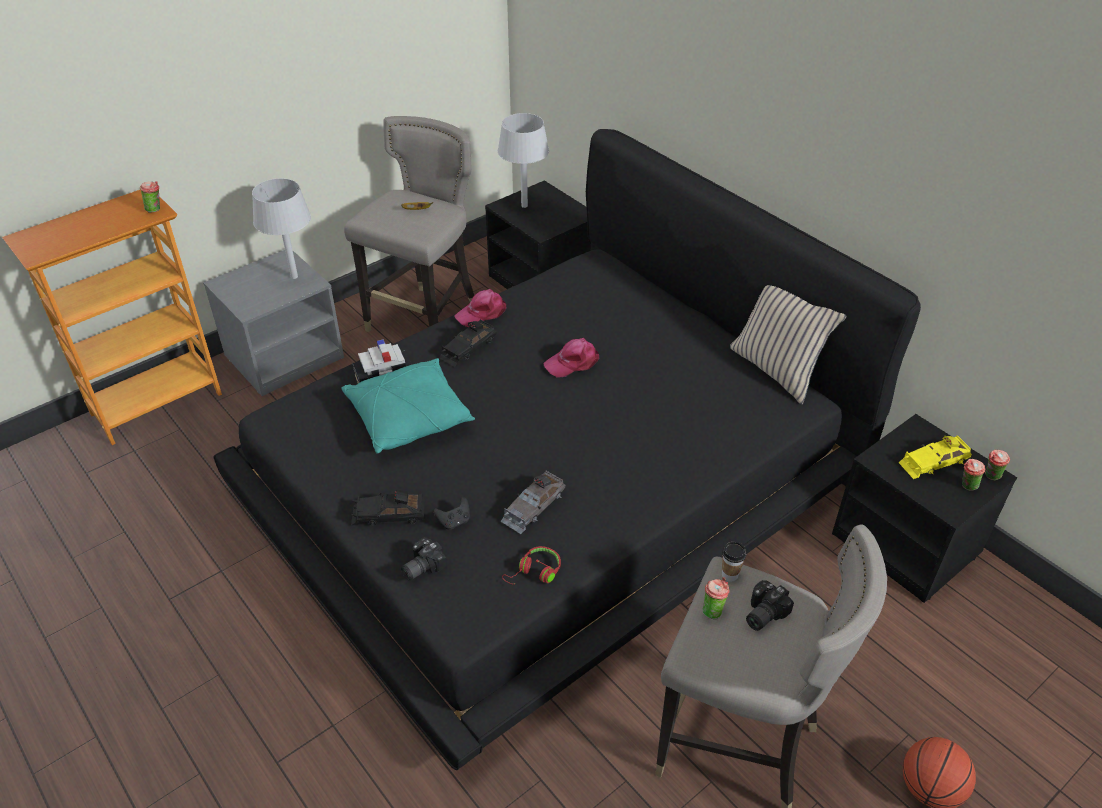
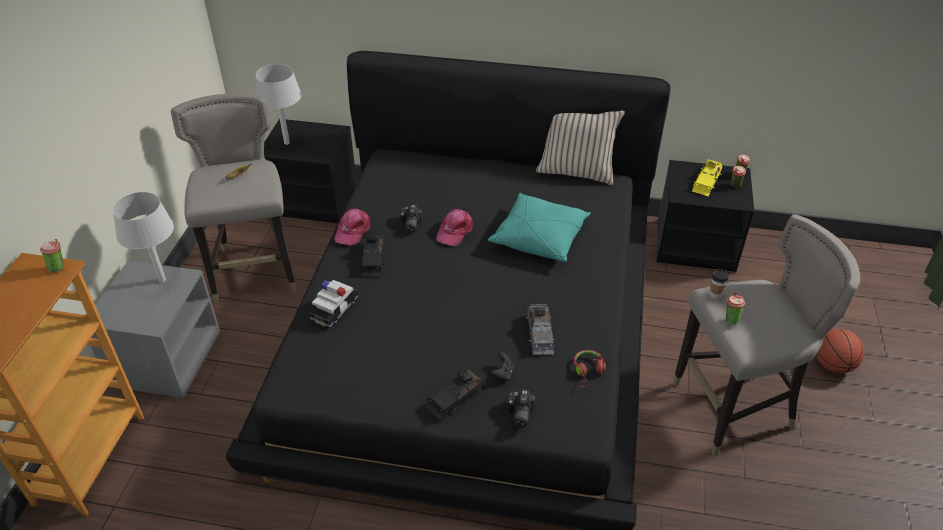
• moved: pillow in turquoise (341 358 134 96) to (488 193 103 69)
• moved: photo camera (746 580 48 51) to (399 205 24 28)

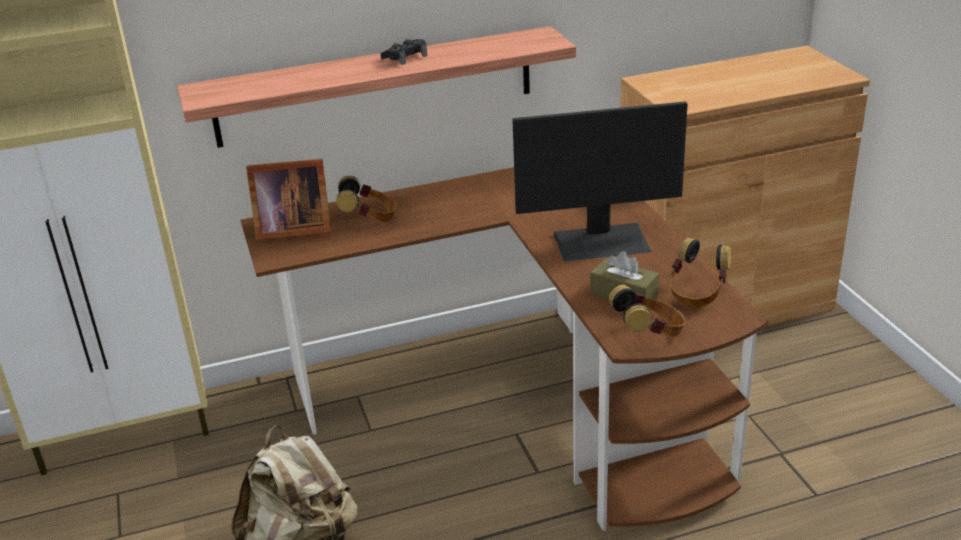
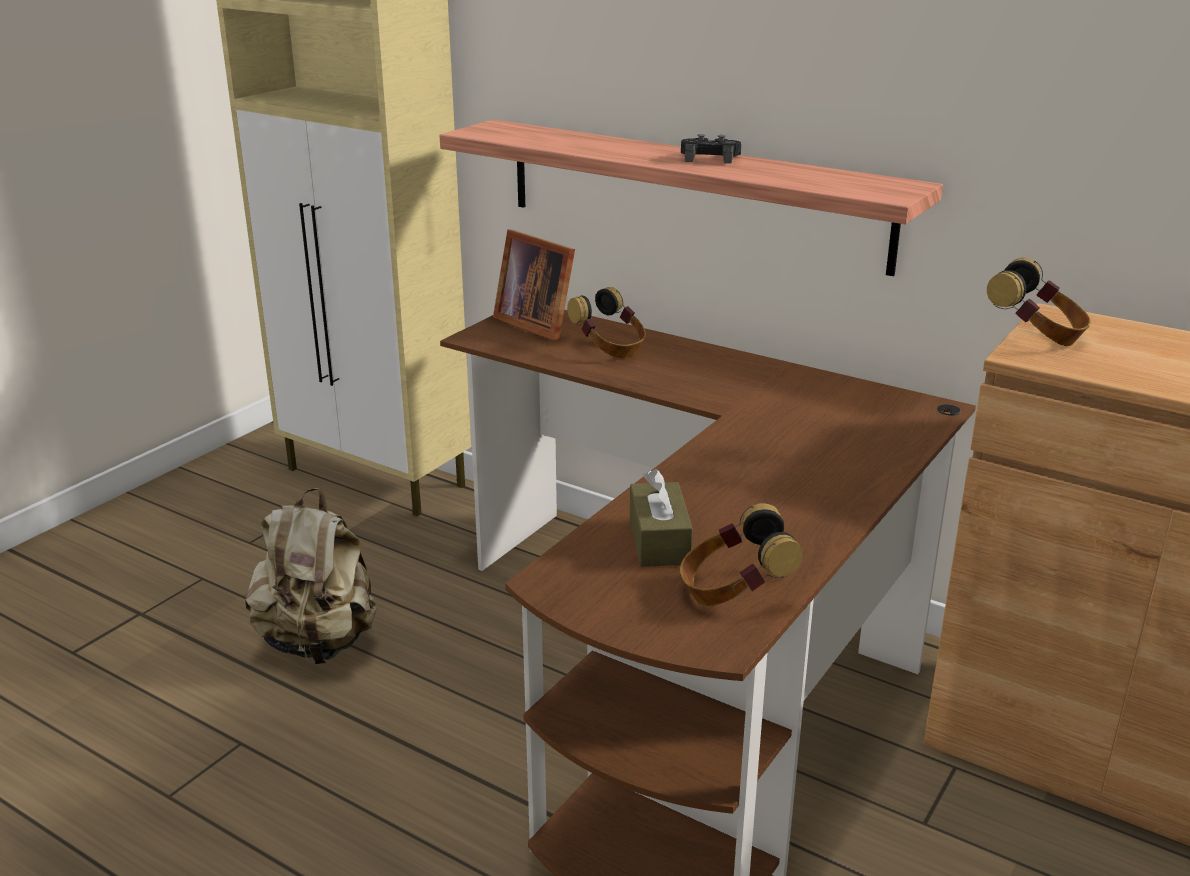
• removed: monitor (512 101 176 161)
• moved: headphones (609 285 76 52) to (987 258 104 88)

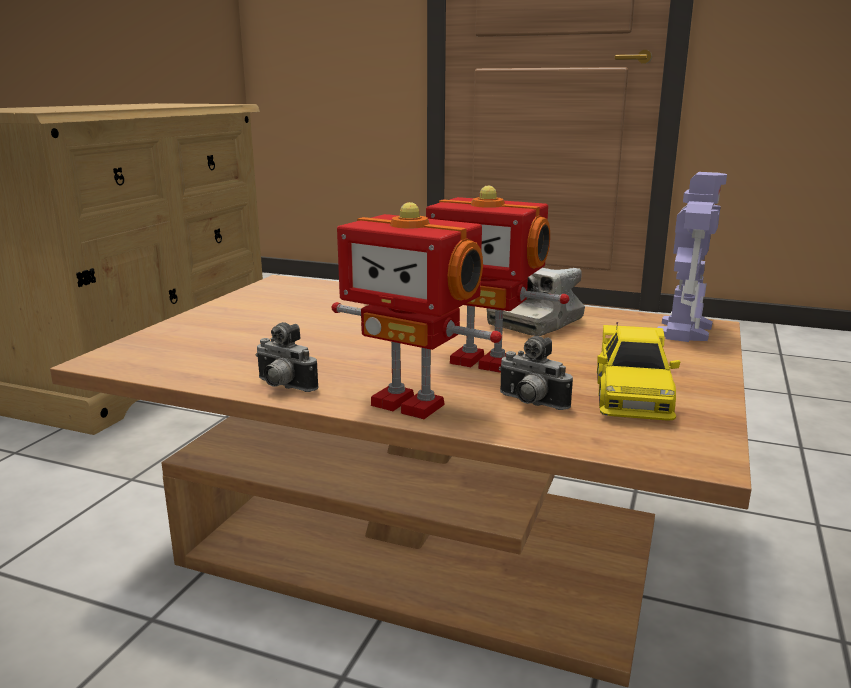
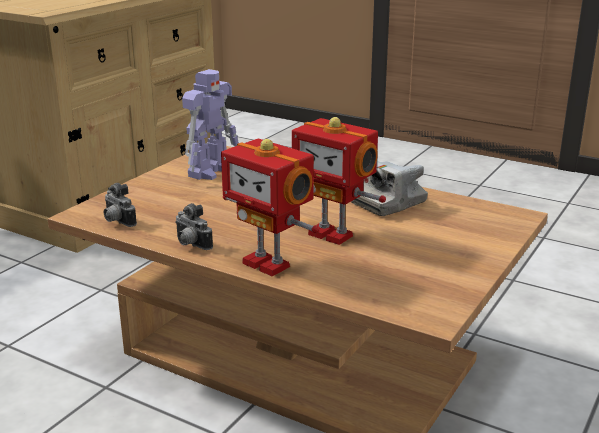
• moved: toy robot (657 172 70 170) to (182 69 57 111)
• removed: toy car in yellow (597 322 83 99)
• moved: photo camera (499 336 74 74) to (104 183 33 44)

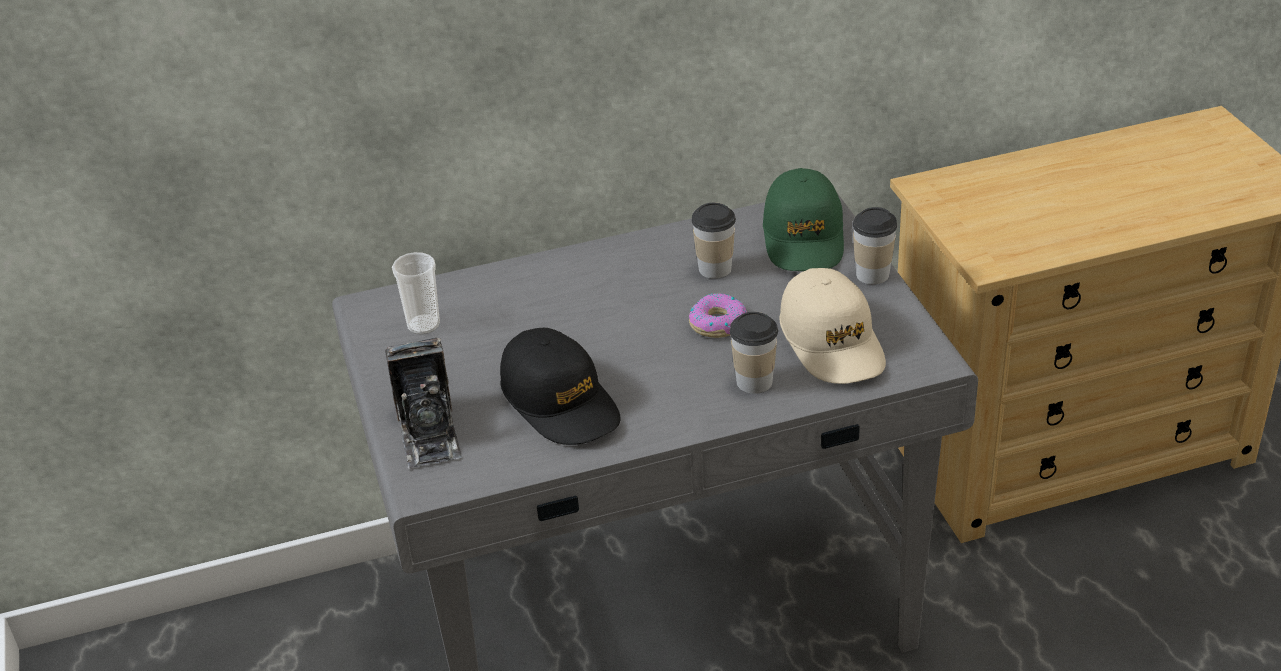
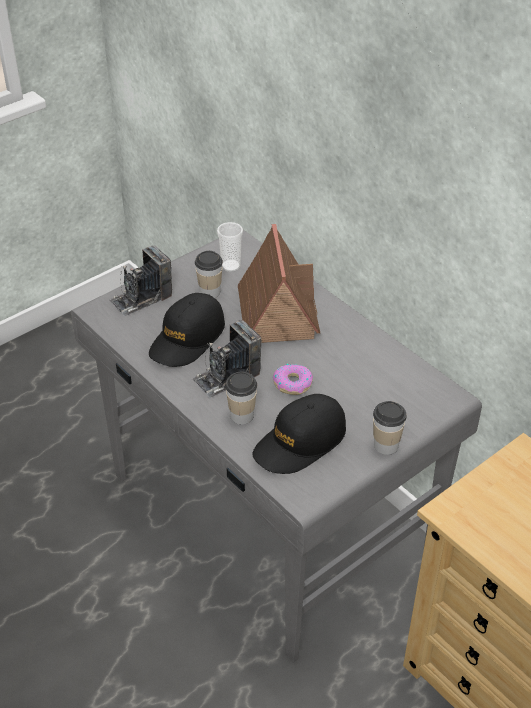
• removed: cap in green (763 168 81 103)
• moved: cup (692 203 44 76) to (195 251 28 47)
• recoloured: cap in beige (779 268 107 116) to cap in black (253 394 93 80)
• added: toy house (238 224 82 119)
• added: photo camera (192 320 70 77)

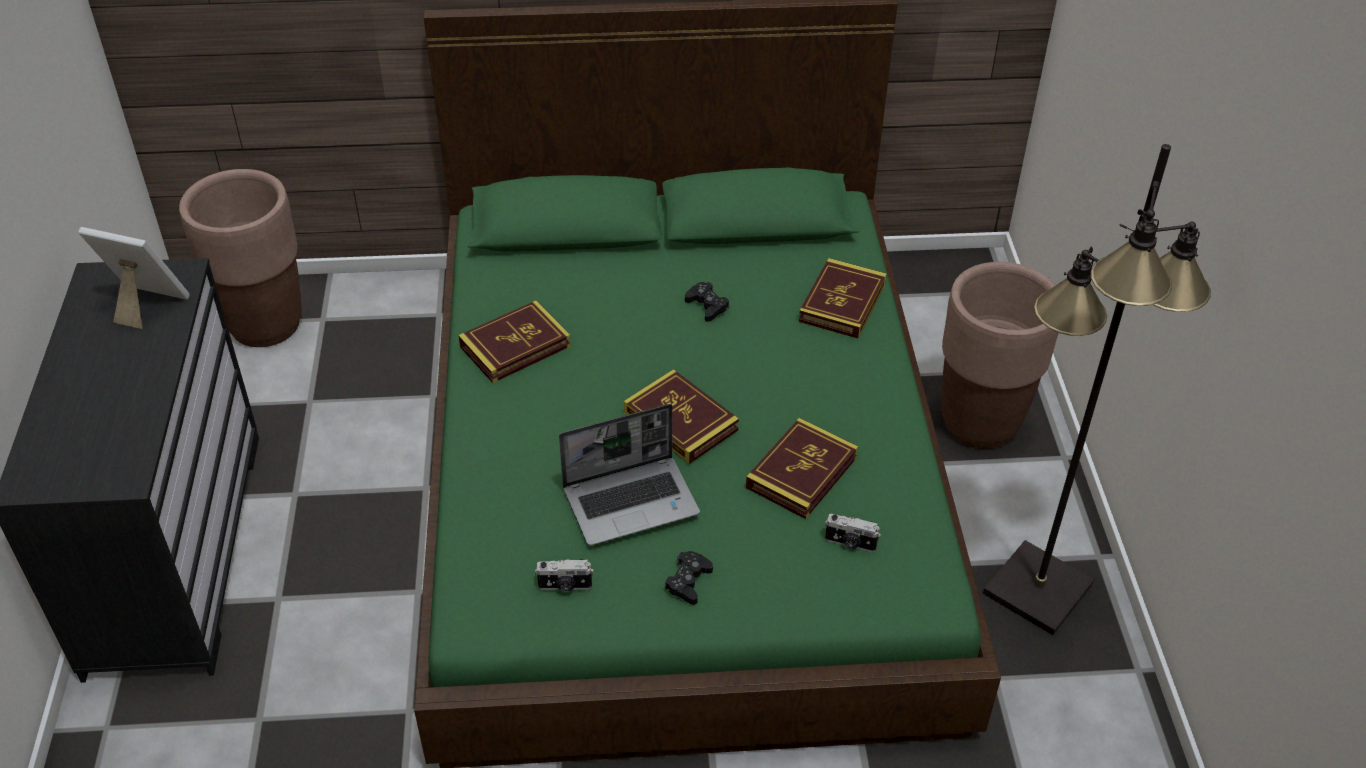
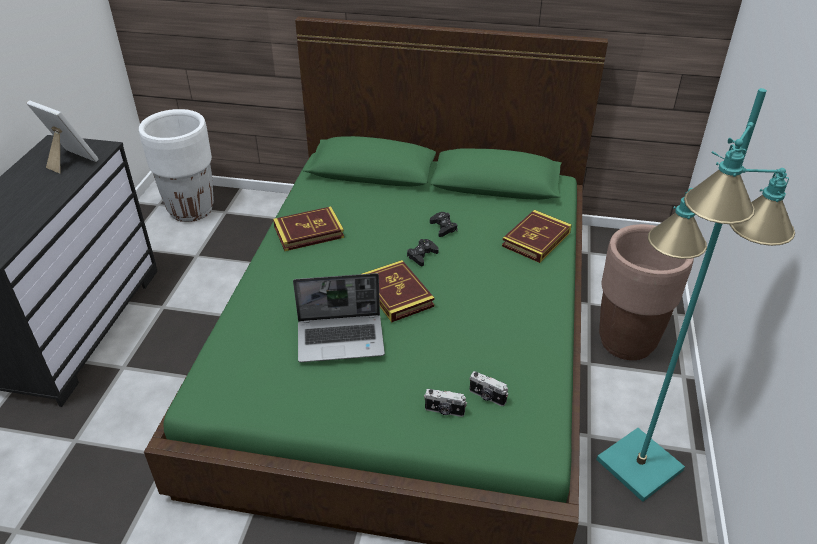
• recoloured: floor lamp in black (983 144 228 491) to floor lamp in turquoise (596 88 199 414)
• recoloured: planter in brown (179 169 123 178) to planter in white (139 109 75 113)
• removed: book (746 418 112 101)
• moved: game controller in black (665 551 48 54) to (407 239 31 27)
• moved: photo camera (535 559 59 33) to (424 389 43 28)

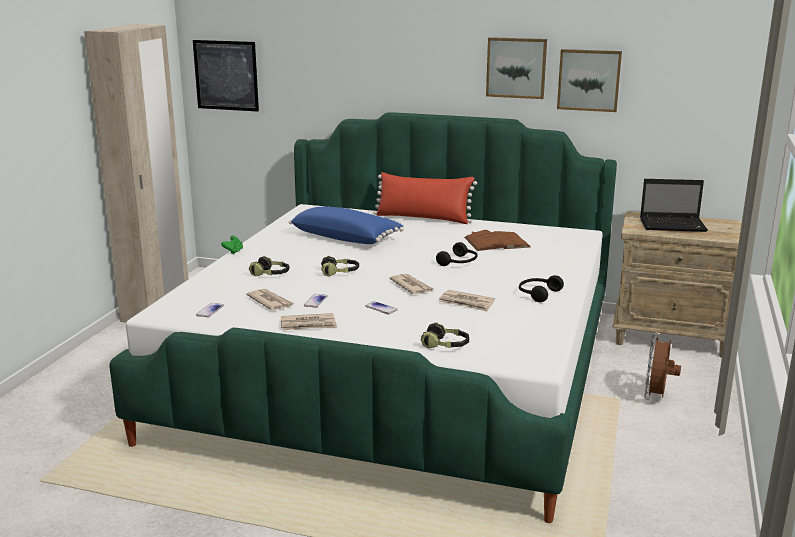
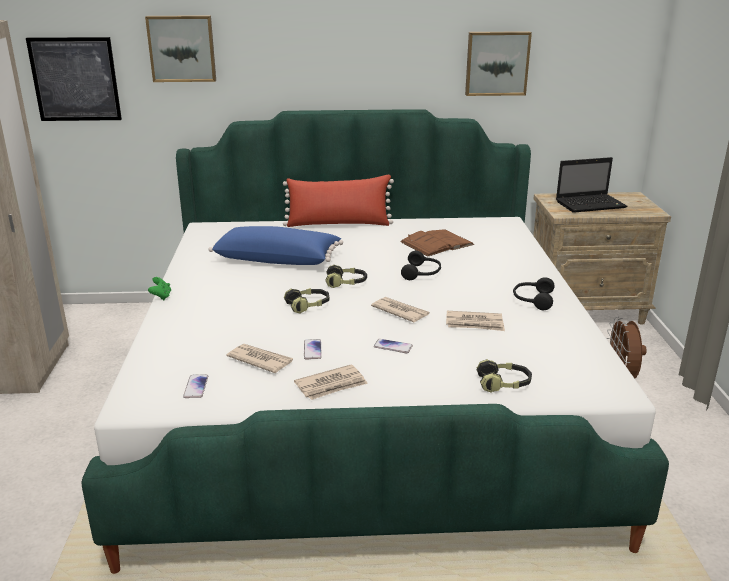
• moved: picture (486 37 61 62) to (145 15 71 67)
• moved: headphones (249 256 40 21) to (325 264 42 24)

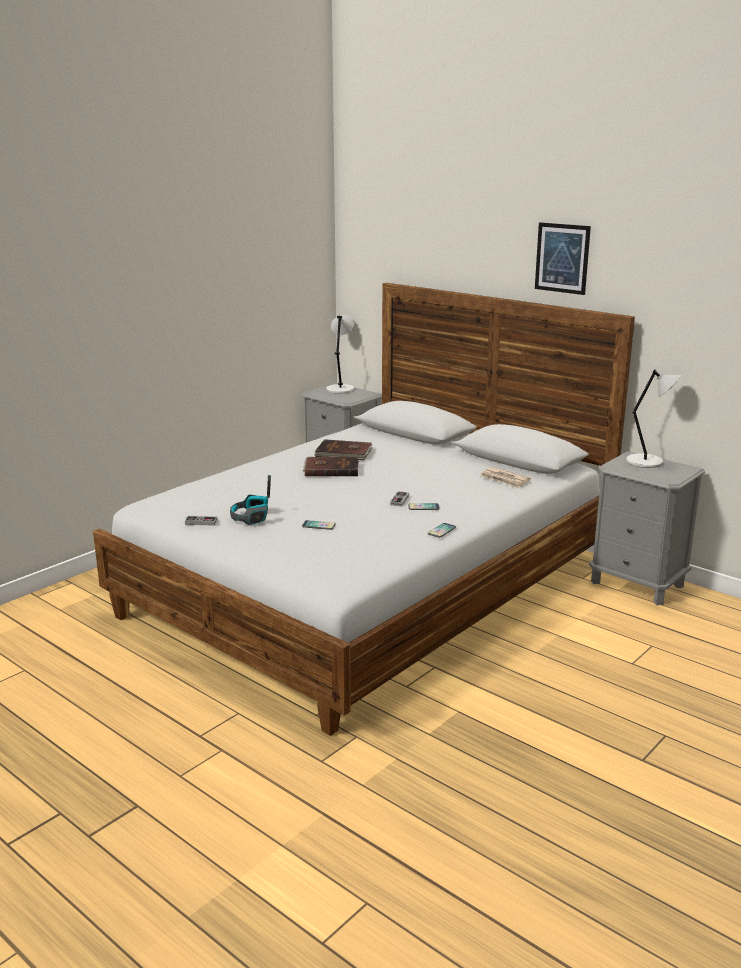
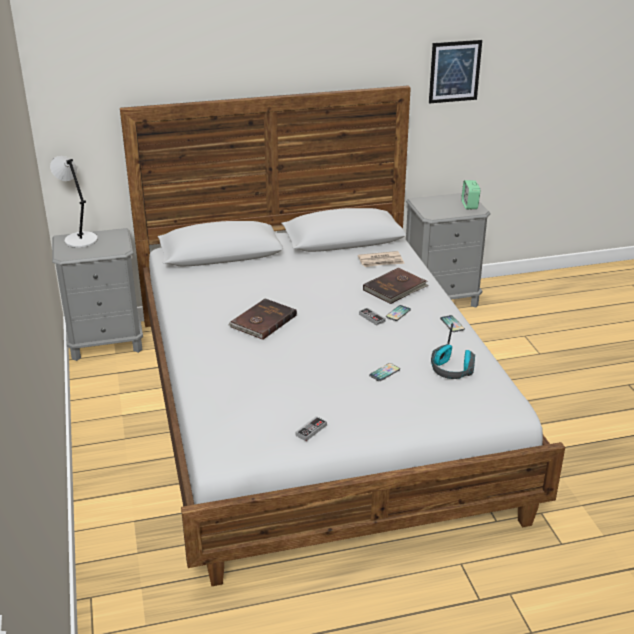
• moved: picture (535 222 56 73) to (429 40 53 64)
• removed: table lamp in grey (626 369 55 99)
• moved: book in brown (315 439 58 21) to (363 268 66 36)
• moved: headphones (230 475 41 50) to (431 323 44 56)
• added: alarm clock (461 180 19 30)

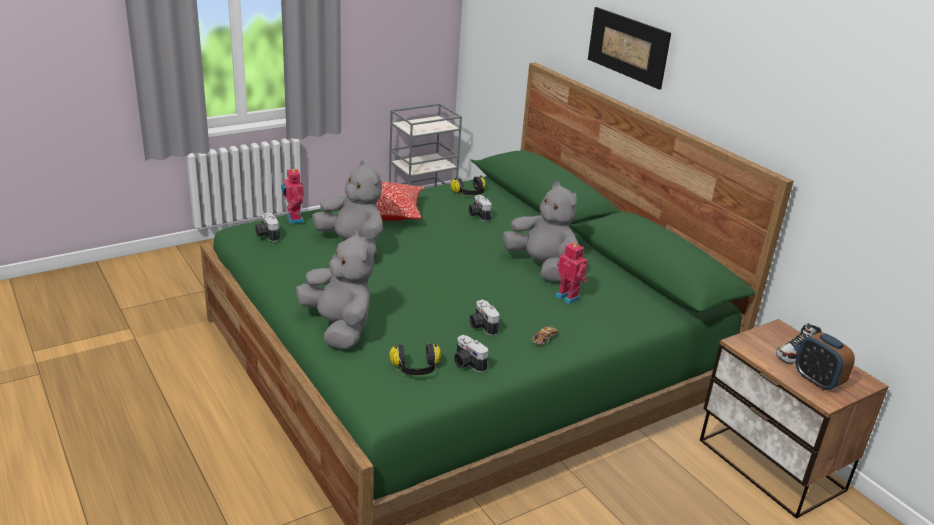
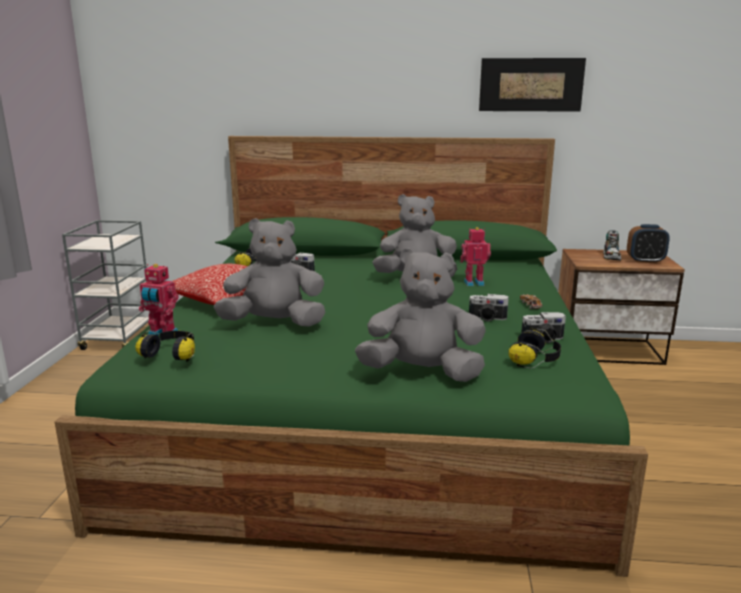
• moved: picture (588 7 83 83) to (479 58 107 54)
• replaced: photo camera (255 213 25 29) to headphones (135 330 60 32)

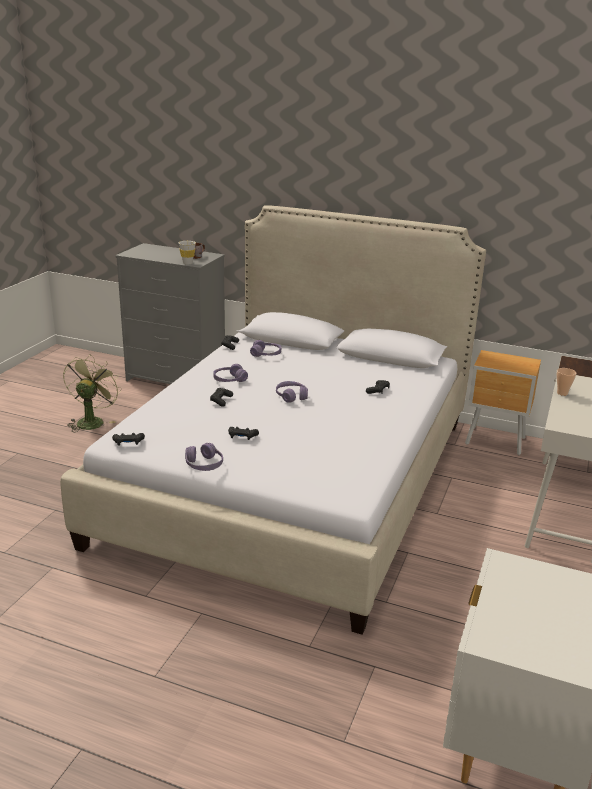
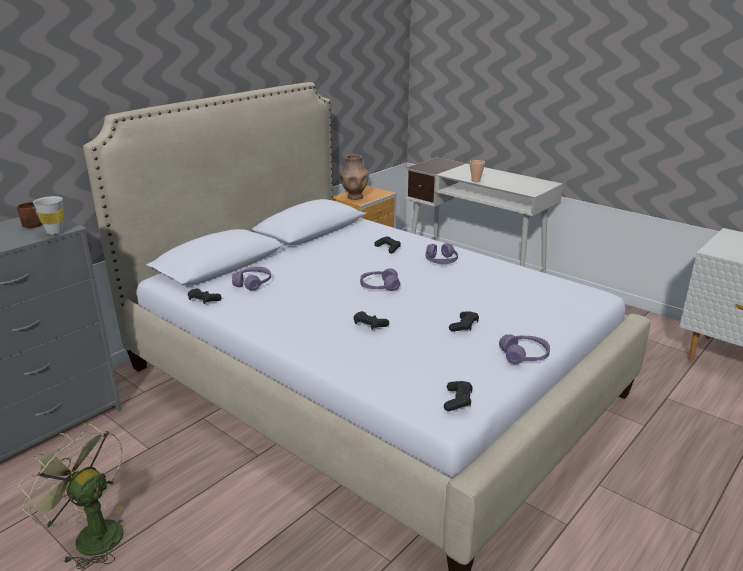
• moved: headphones in purple (213 364 35 18) to (425 243 33 21)
• added: vase in brown (340 154 29 46)

